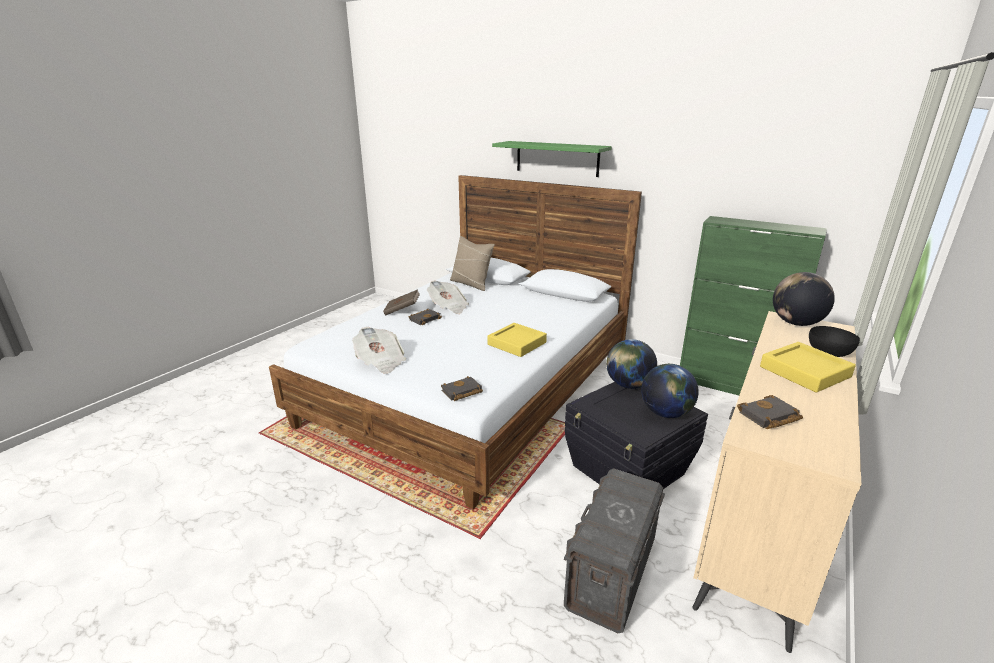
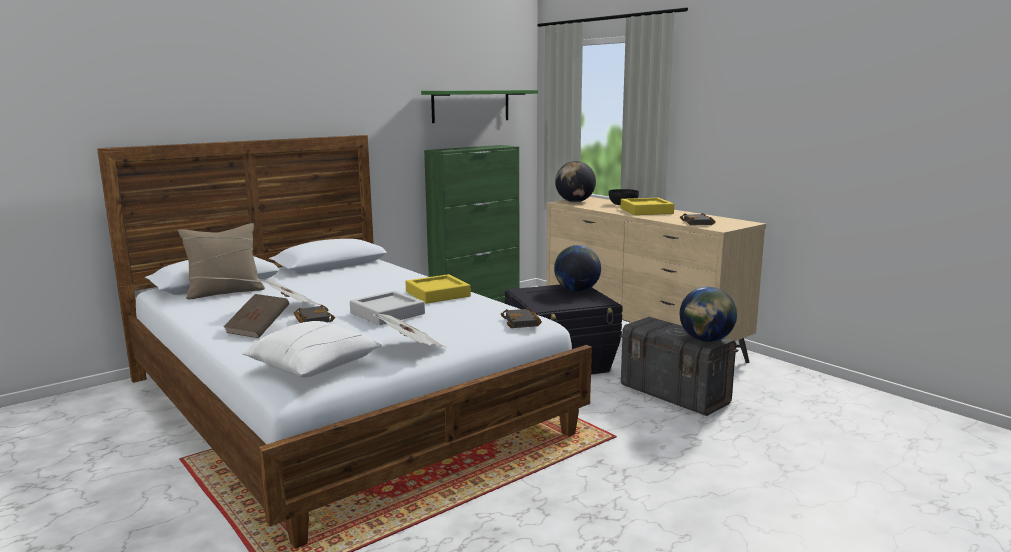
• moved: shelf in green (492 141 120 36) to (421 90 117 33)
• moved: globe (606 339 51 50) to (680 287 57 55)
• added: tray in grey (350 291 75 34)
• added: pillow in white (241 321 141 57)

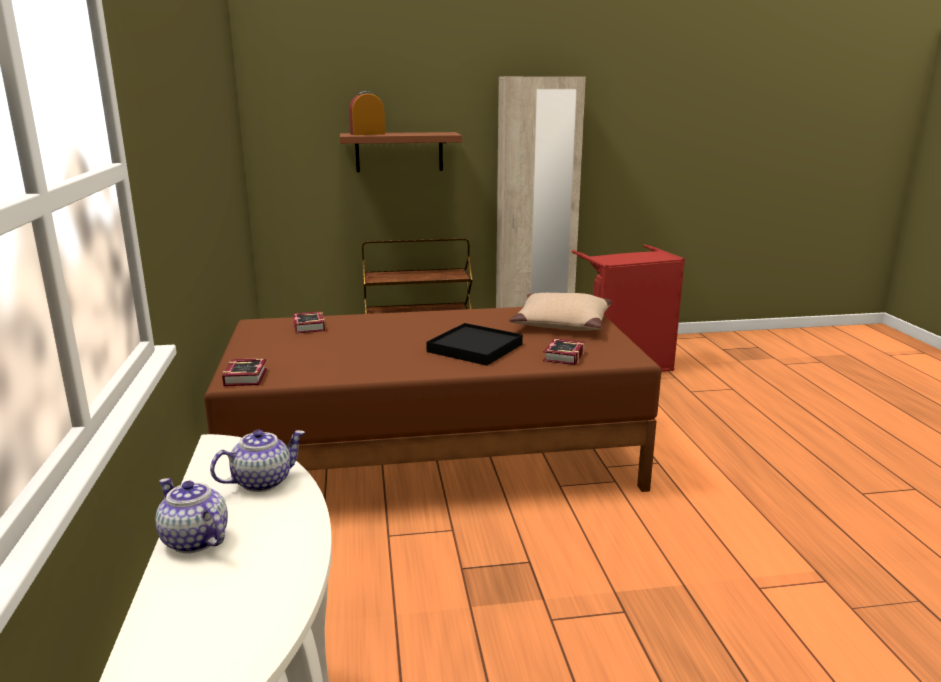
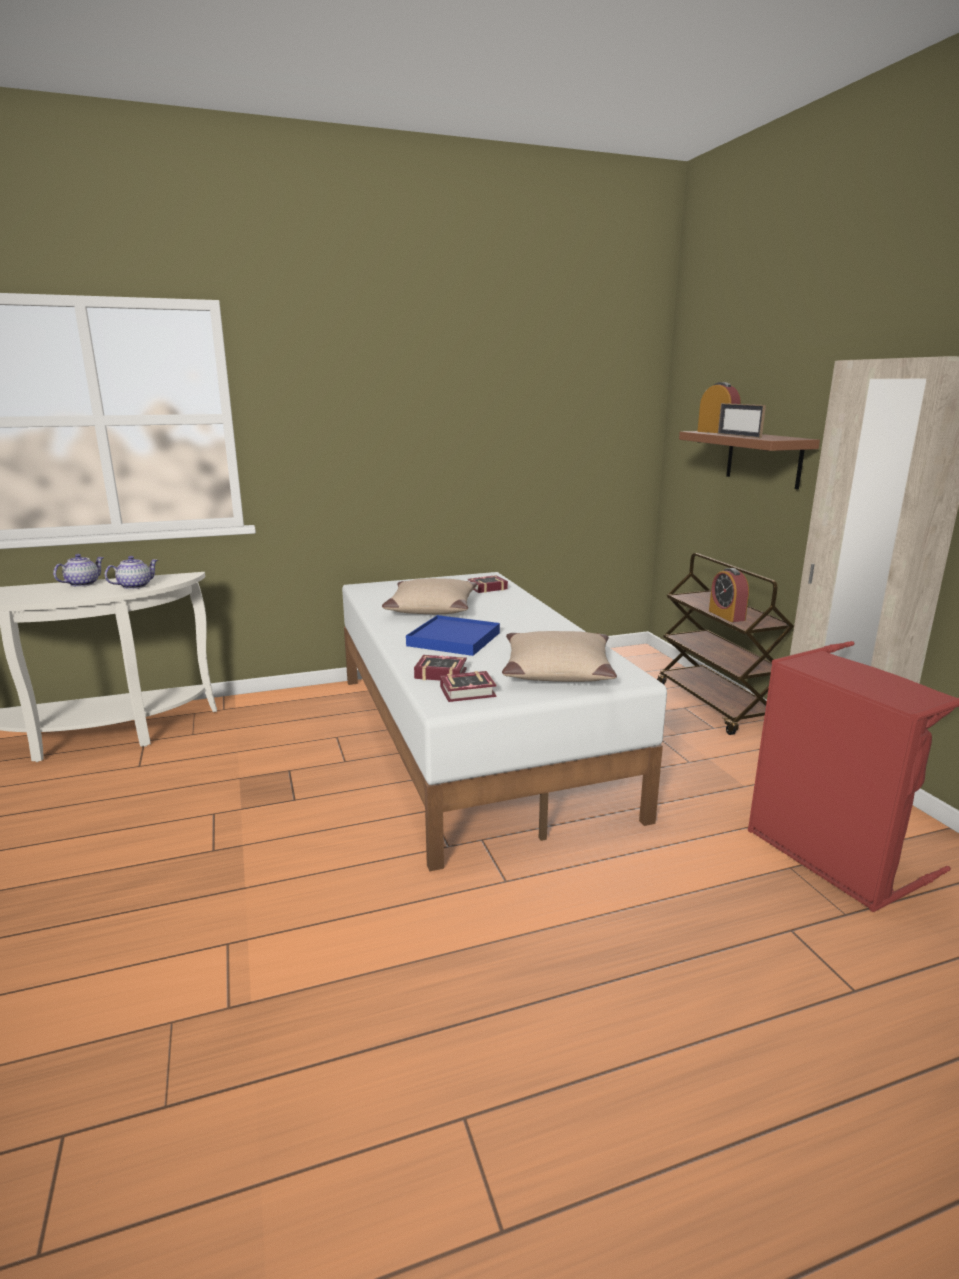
• recoloured: bed in brown (204 307 457 185) to bed in white (342 572 325 300)
• recoloured: tray in black (426 323 97 43) to tray in blue (406 615 94 41)
• moved: book (222 358 45 28) to (440 671 57 31)
• turned: teapot (210 430 95 62) = (105 556 53 33) 90 degrees counterclockwise
• added: picture frame (718 403 48 35)
• added: alarm clock (709 568 40 54)
• added: pillow in beige (382 578 95 36)

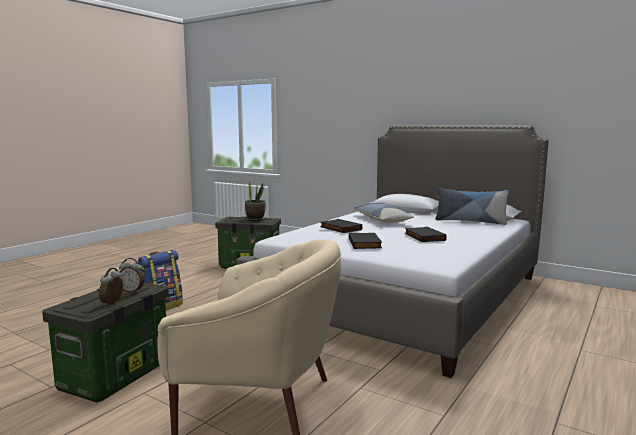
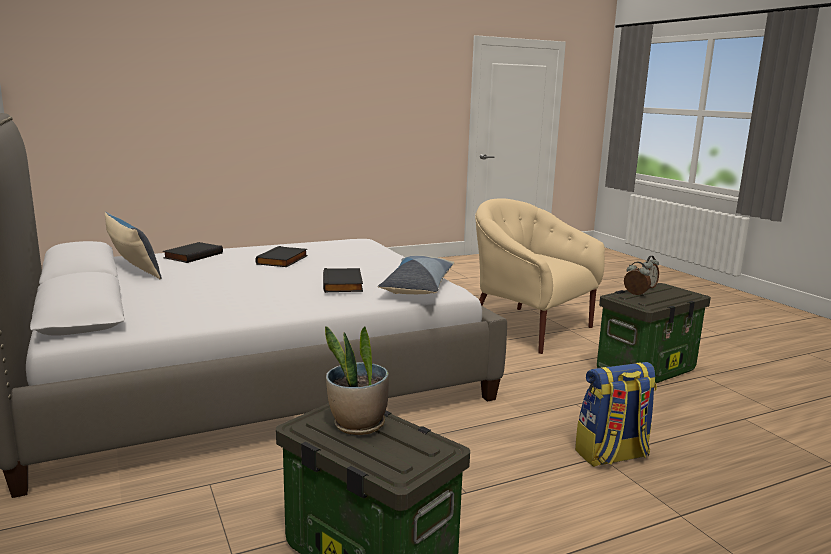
• moved: pillow (354 203 60 20) to (378 255 77 39)
• moved: book in black (349 233 33 16) to (163 242 60 21)

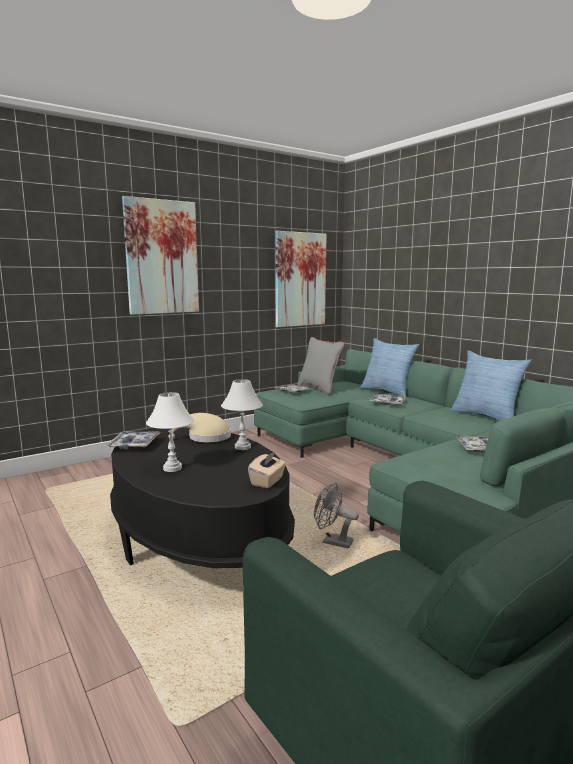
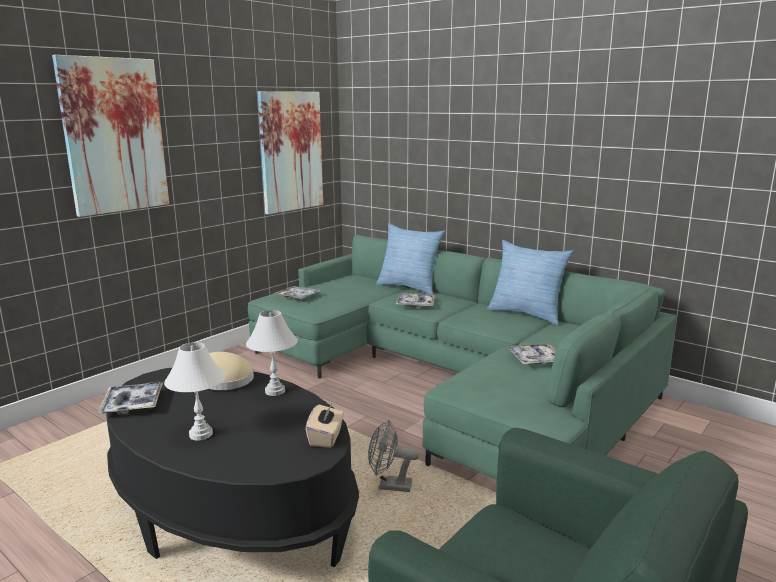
• removed: pillow in grey (297 337 47 58)

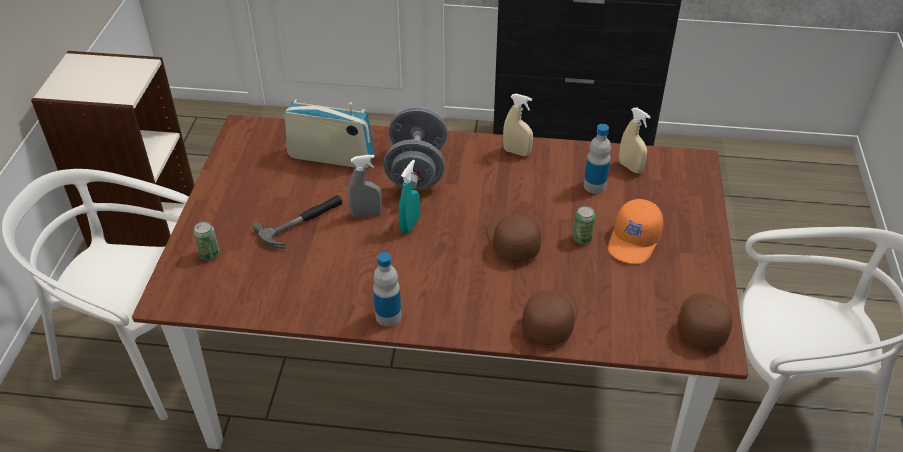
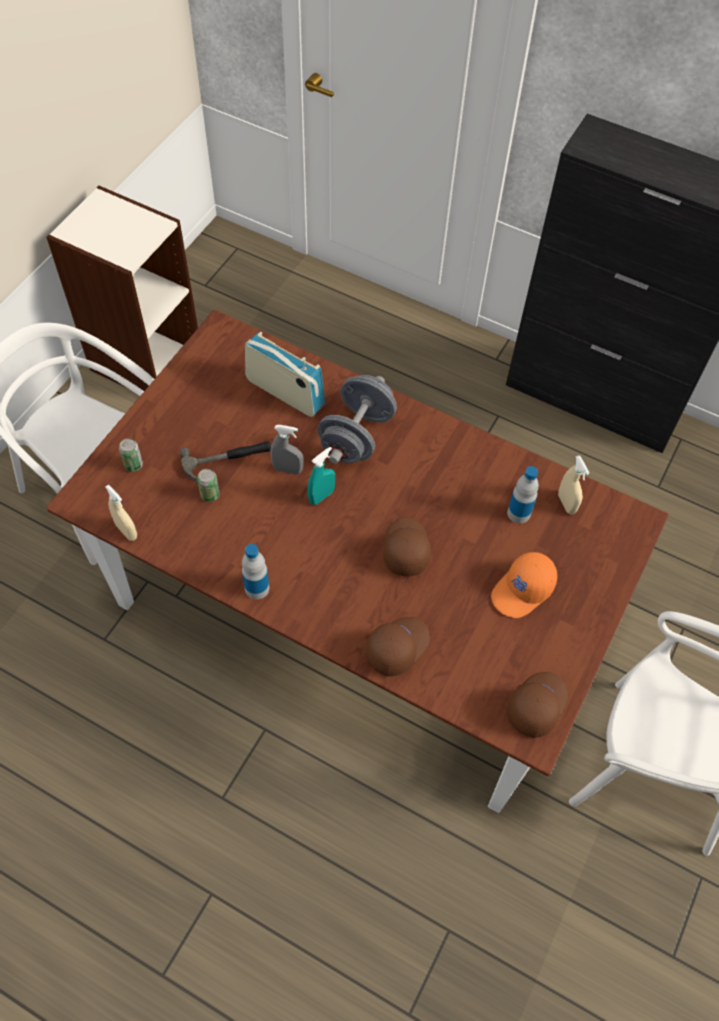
• moved: spray bottle in beige (503 94 30 62) to (105 484 32 57)
• moved: can (573 206 23 38) to (197 469 23 33)

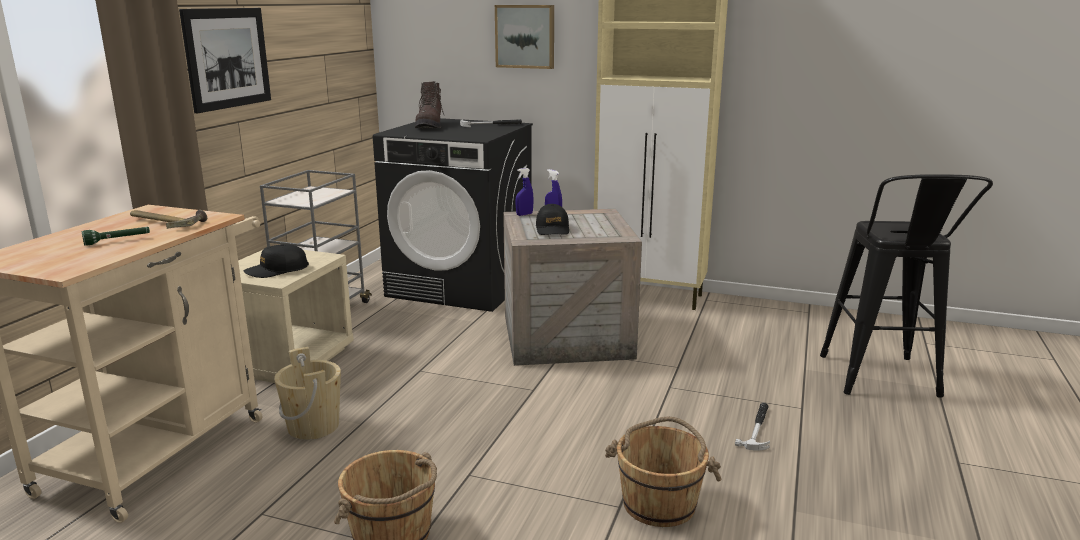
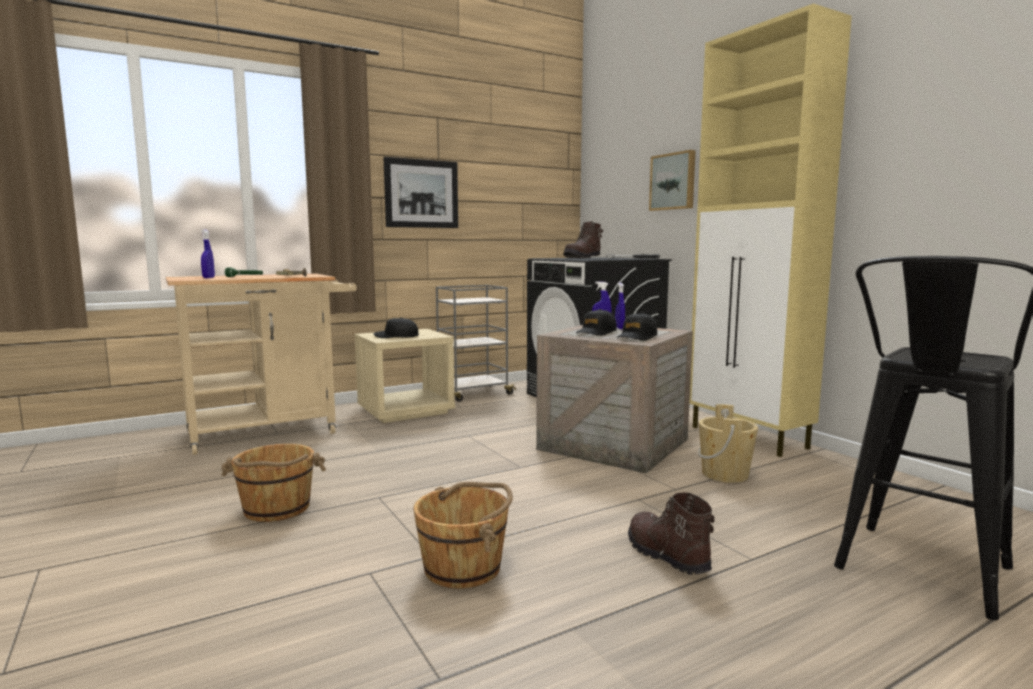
• moved: bucket in beige (274 347 67 93) to (698 404 60 79)
• replaced: hammer (735 403 35 48) to boot in brown (628 493 87 82)
• added: spray bottle in blue (201 229 14 49)
• added: cap in black (617 312 40 29)

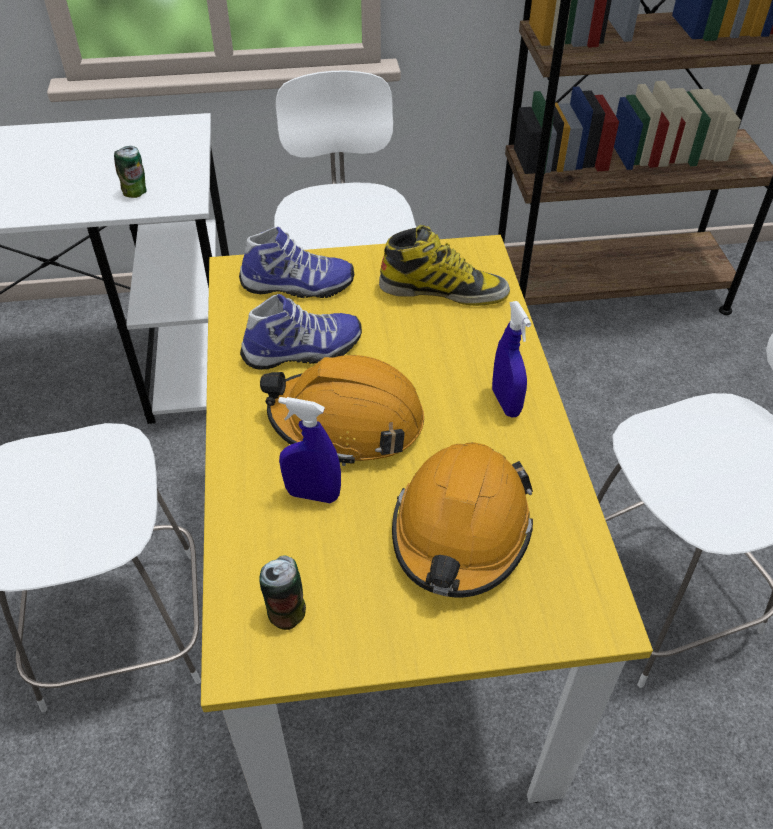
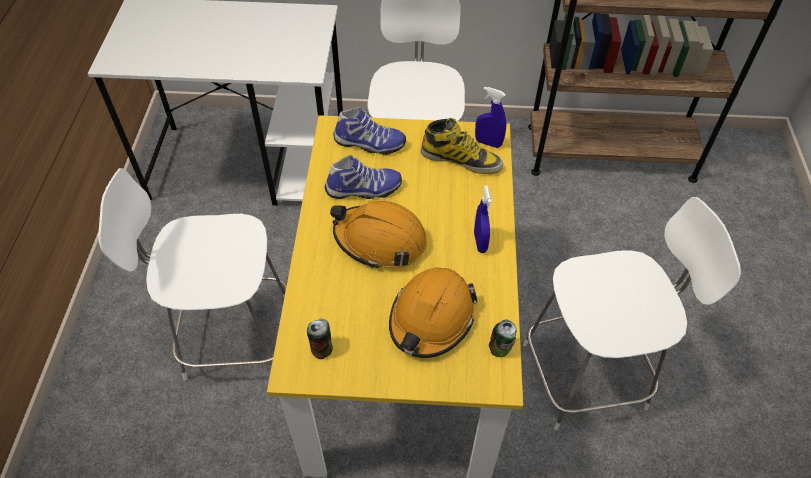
• moved: can (114 146 33 52) to (489 320 28 37)
• moved: spray bottle in blue (278 397 63 106) to (475 87 31 61)

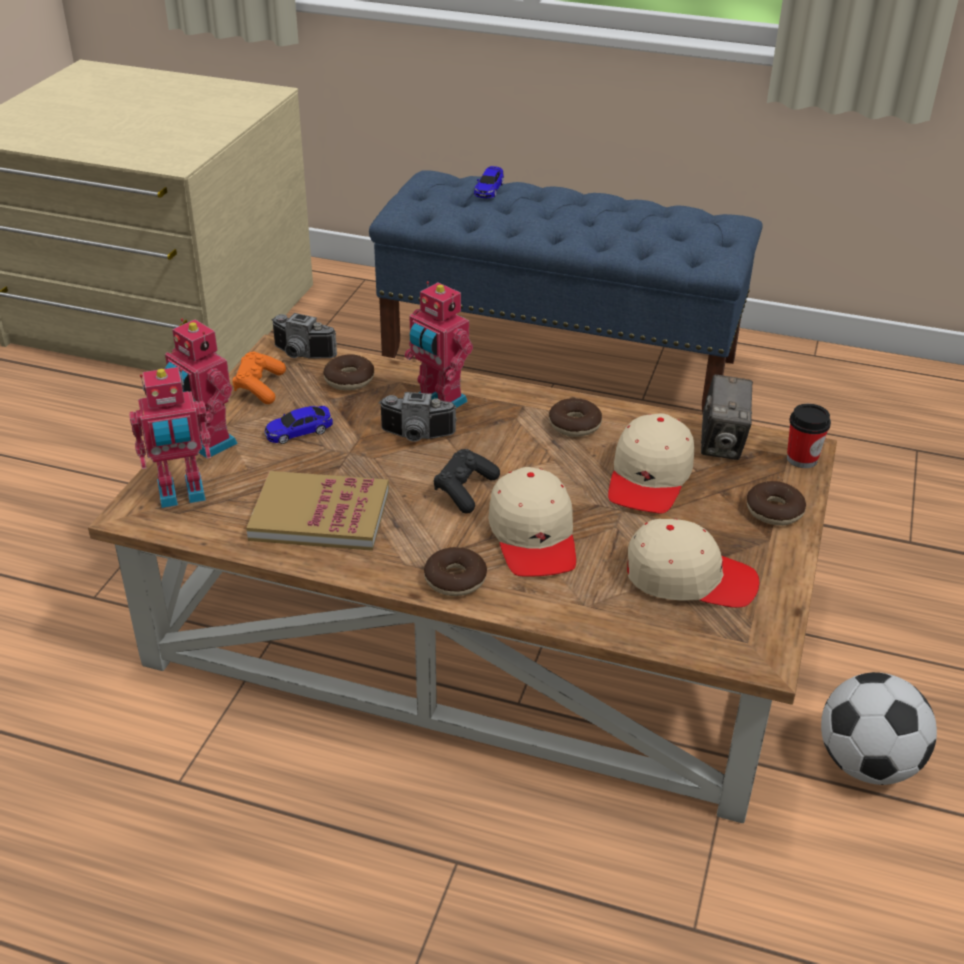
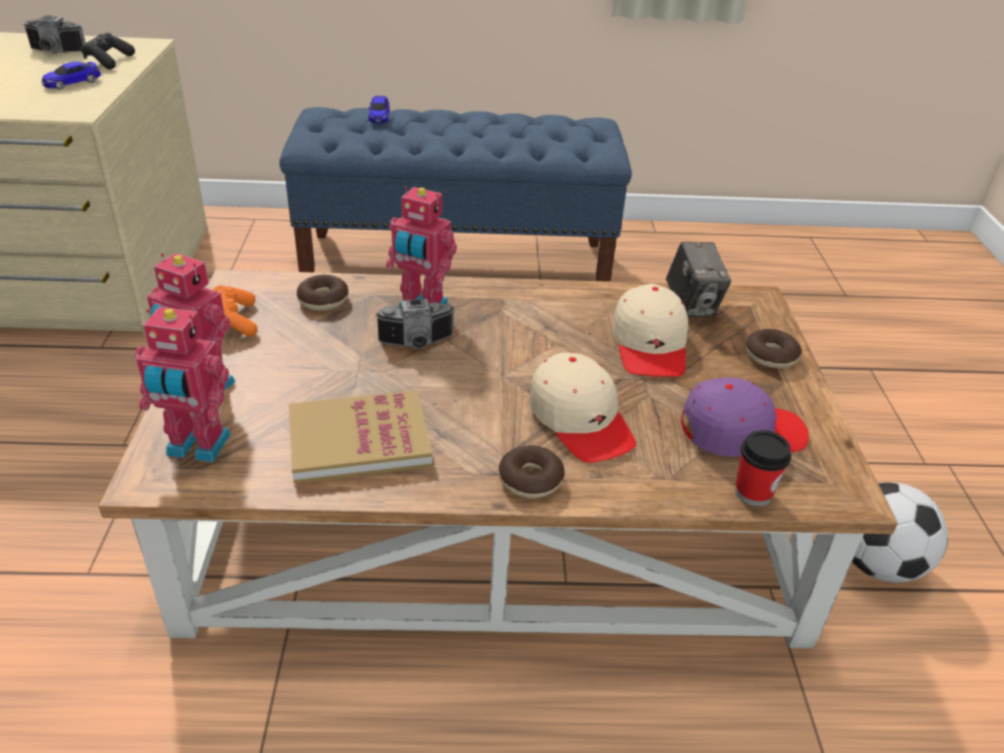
• moved: photo camera (272 313 65 46) to (23 16 62 37)
• turned: toy robot (129 367 82 141) = (135 307 96 156) 45 degrees clockwise
• removed: donut (549 398 53 39)
• moved: cup (787 404 44 64) to (735 430 56 76)
• moved: toy car (264 406 69 38) to (42 62 59 28)
• moved: game controller in black (434 449 66 65) to (81 33 54 36)
• recoloured: cap in beige (627 519 132 89) to cap in purple (681 377 128 80)

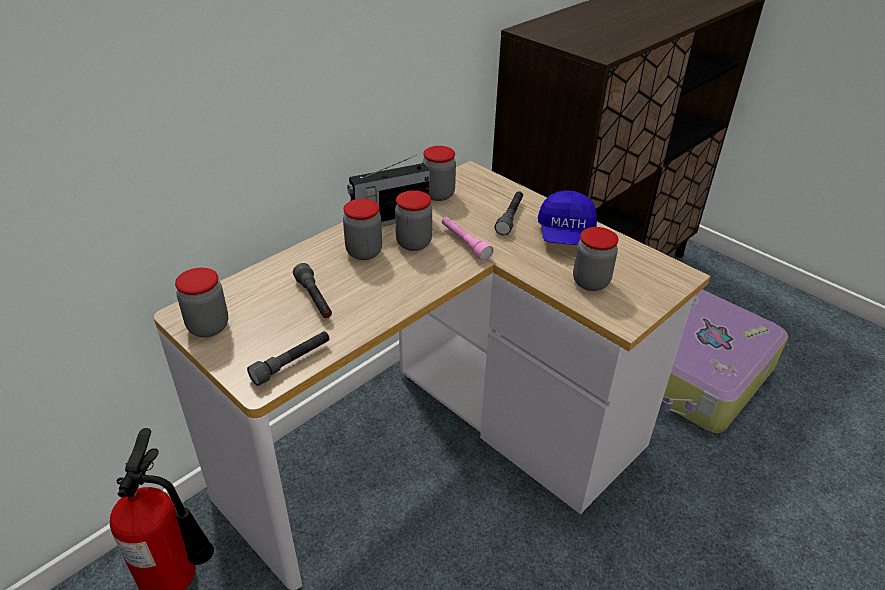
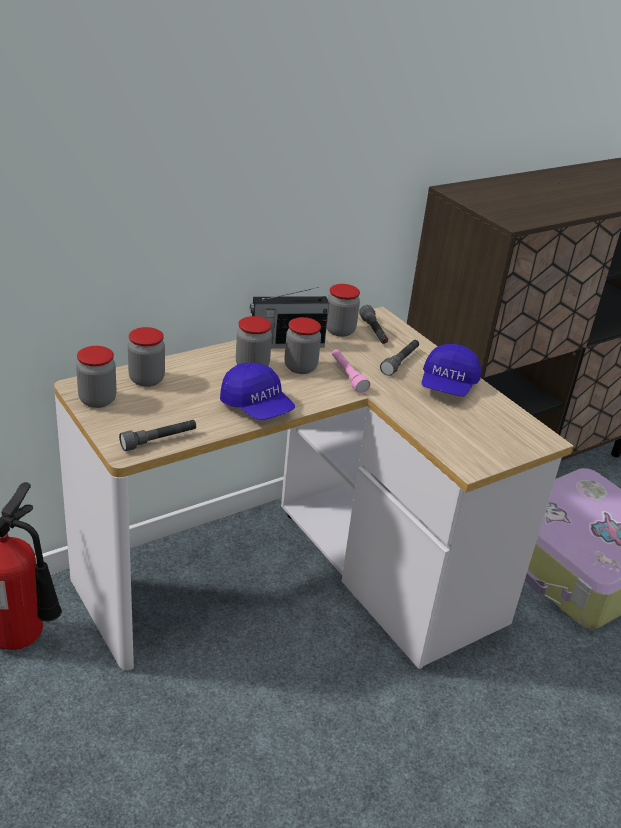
• moved: jar (573 227 46 64) to (128 327 37 60)
• moved: flashlight in grey (293 263 39 55) to (359 305 29 39)
• added: cap in blue (220 362 75 58)

